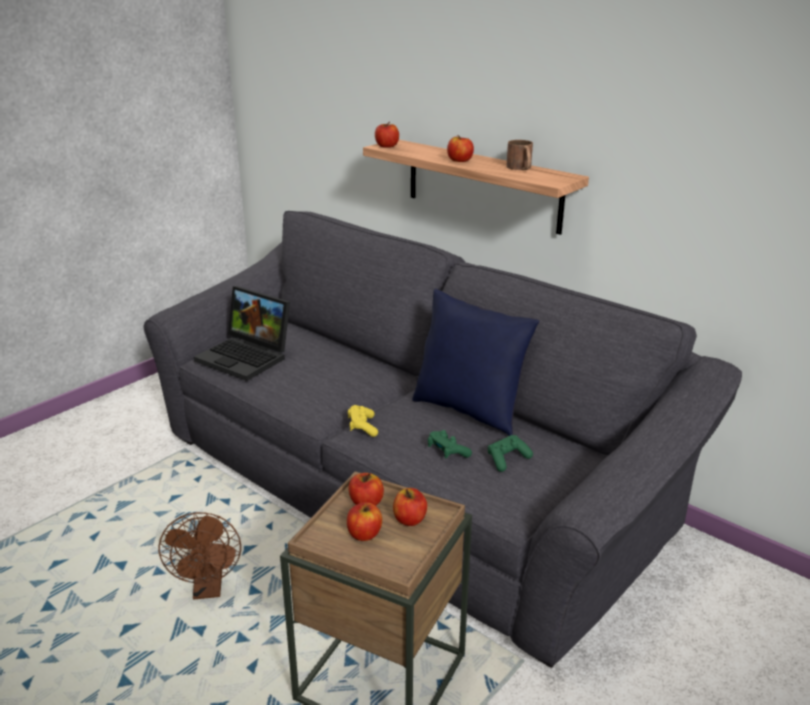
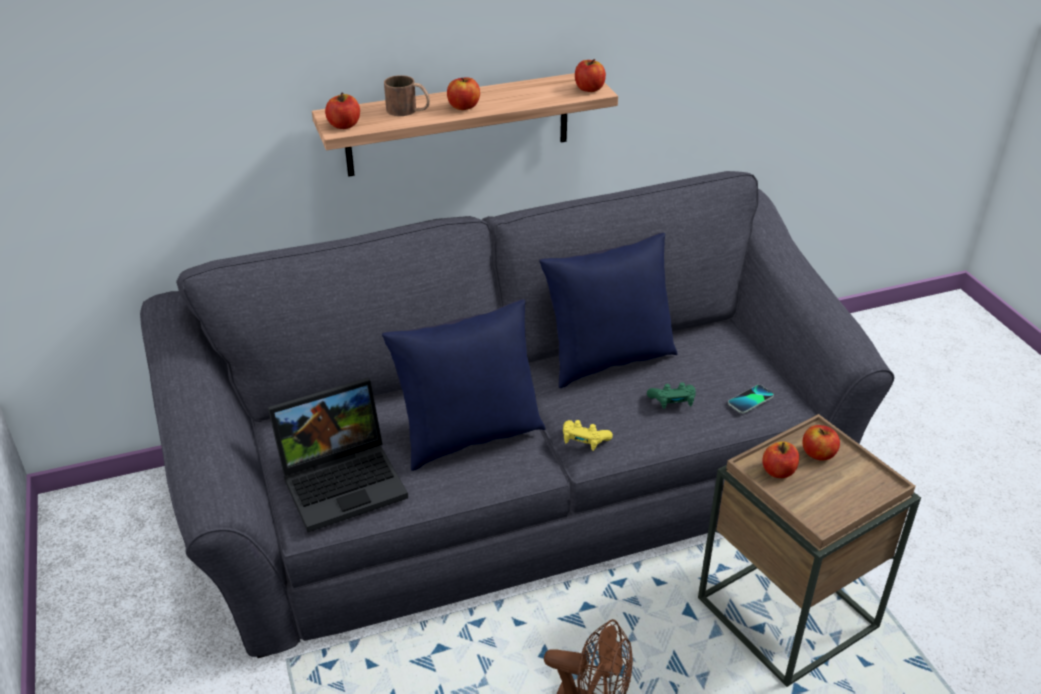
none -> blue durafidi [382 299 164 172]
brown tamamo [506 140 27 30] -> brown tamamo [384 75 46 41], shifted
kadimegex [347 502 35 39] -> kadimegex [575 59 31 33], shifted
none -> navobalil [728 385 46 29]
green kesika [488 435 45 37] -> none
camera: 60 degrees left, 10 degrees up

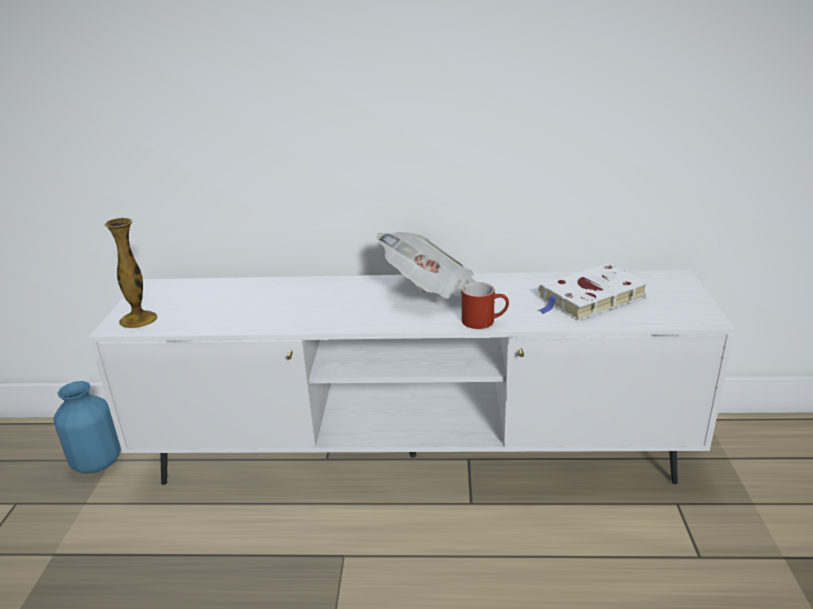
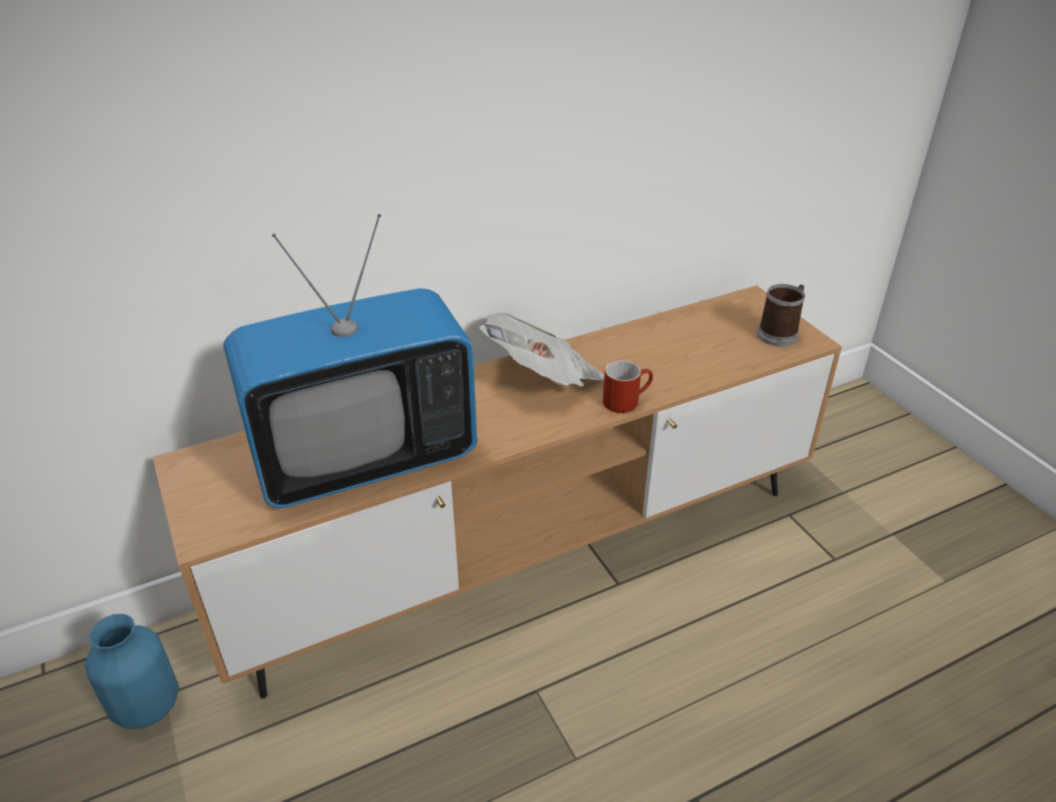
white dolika [89 270 646 215] -> brown dolika [153 285 689 414]
none -> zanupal [223 214 254 294]
none -> tamamo [757 284 48 63]
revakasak [105 218 52 110] -> none
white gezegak [537 263 112 58] -> none
camera: 30 degrees left, 10 degrees up

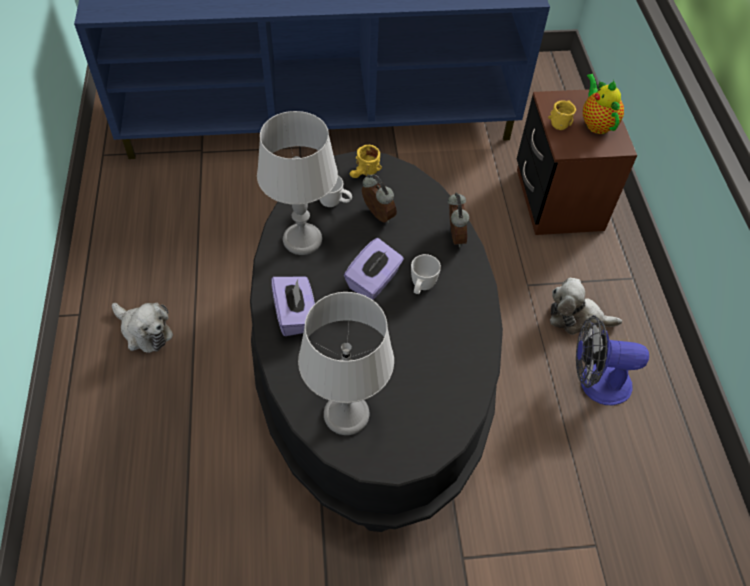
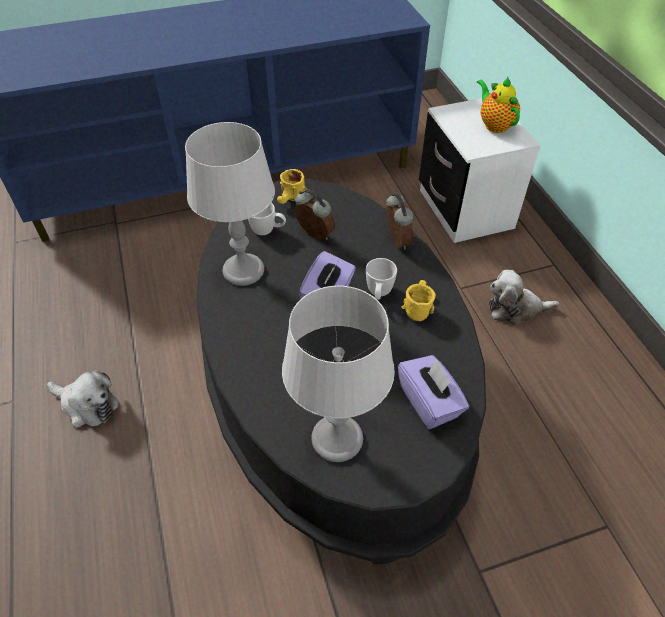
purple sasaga [271 277 44 59] -> purple sasaga [398 355 71 74], shifted
yellow tamamo [548 101 28 29] -> yellow tamamo [401 280 35 41], shifted
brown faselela [517 89 120 146] -> white faselela [419 98 122 145]
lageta [576 315 73 91] -> none
camera: 10 degrees left, 5 degrees down

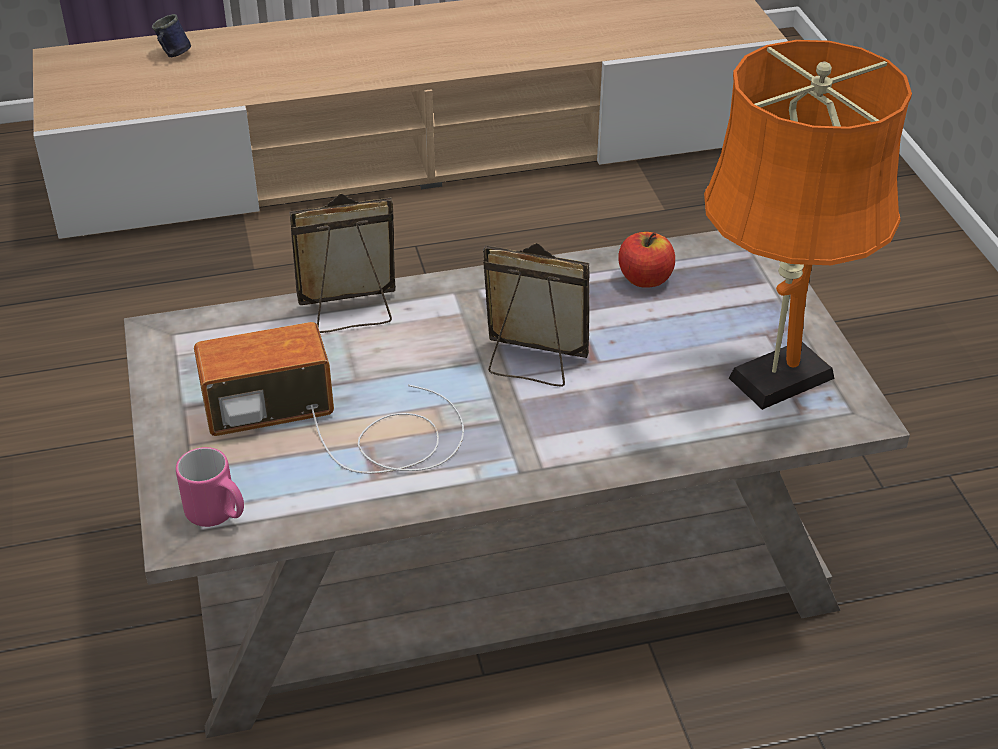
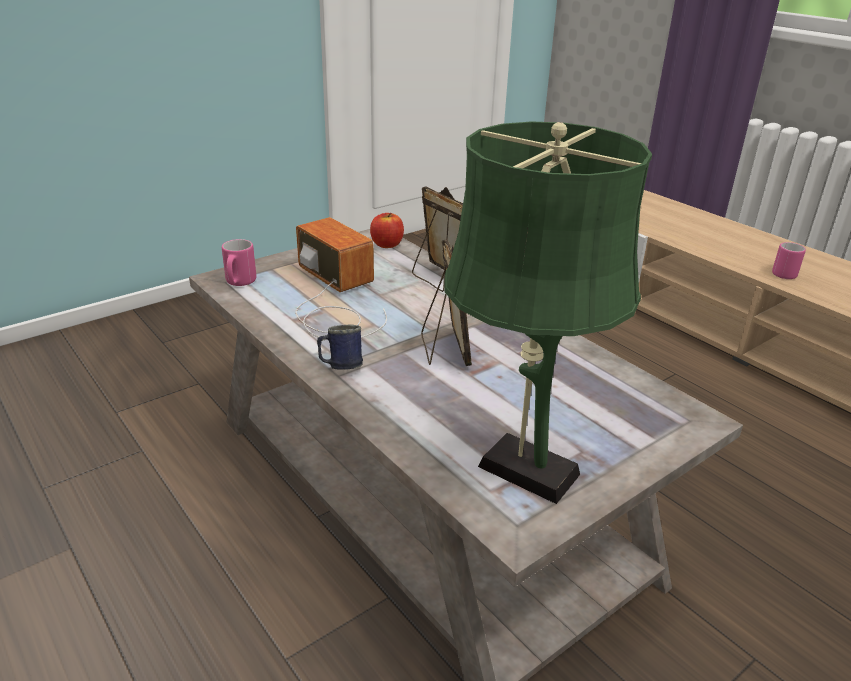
blue tamamo [152 14 39 43] -> blue tamamo [317 324 46 46], shifted
kadimegex [618 232 57 56] -> kadimegex [370 213 34 35], shifted
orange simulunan [704 40 208 370] -> green simulunan [444 121 208 383]
none -> pink tamamo [772 242 34 37]
camera: 65 degrees right, 10 degrees down

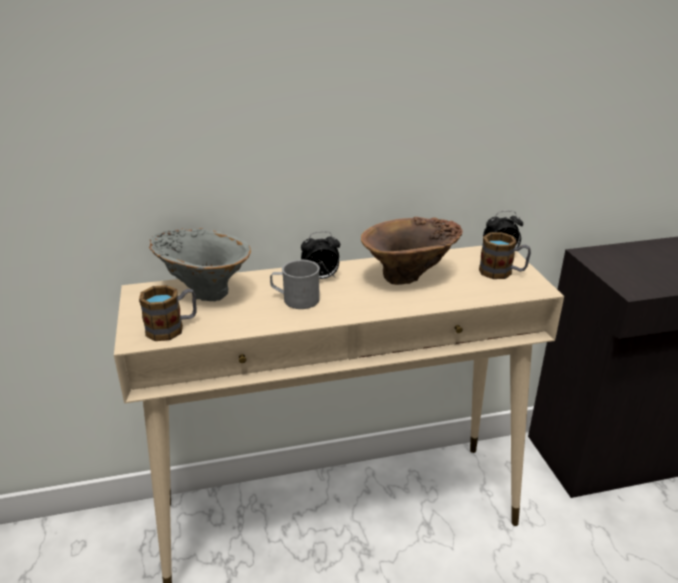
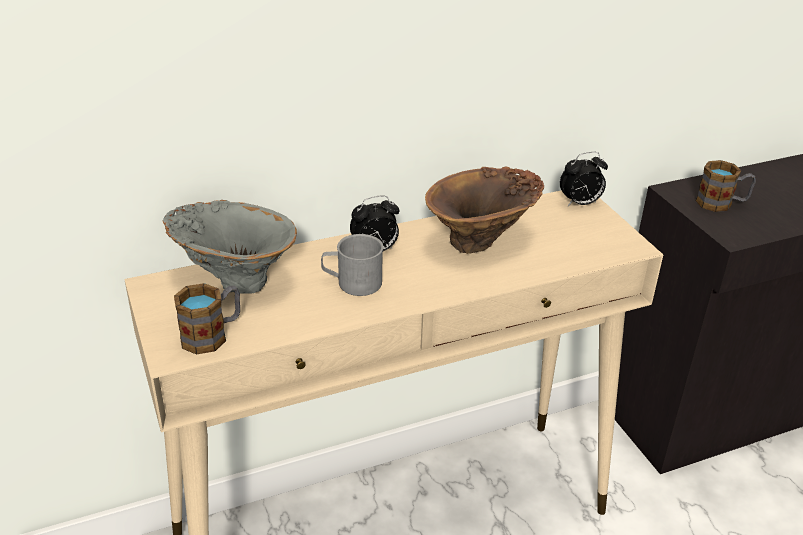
tamamo [479 232 52 47] -> tamamo [696 160 60 52], shifted
camera: 10 degrees left, 5 degrees up

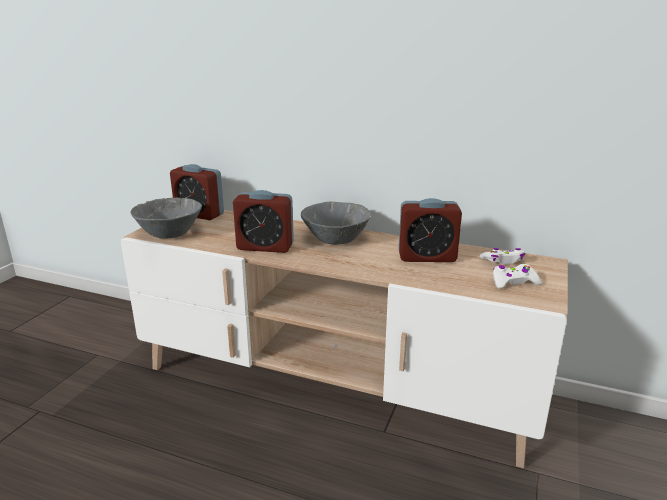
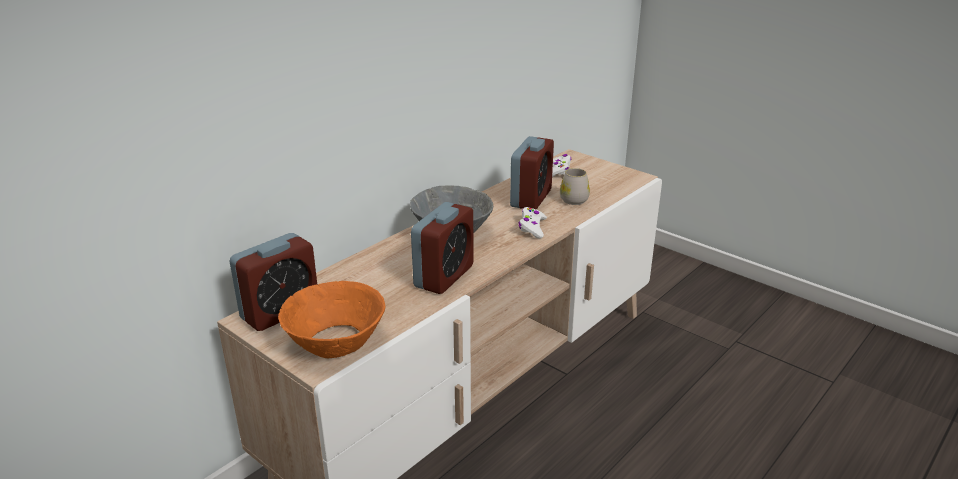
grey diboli [130 198 72 41] -> orange diboli [278 281 108 77]
white kesika [493 264 48 25] -> white kesika [518 207 29 32], shifted
none -> white tamamo [560 168 30 37]
camera: 70 degrees left, 5 degrees up

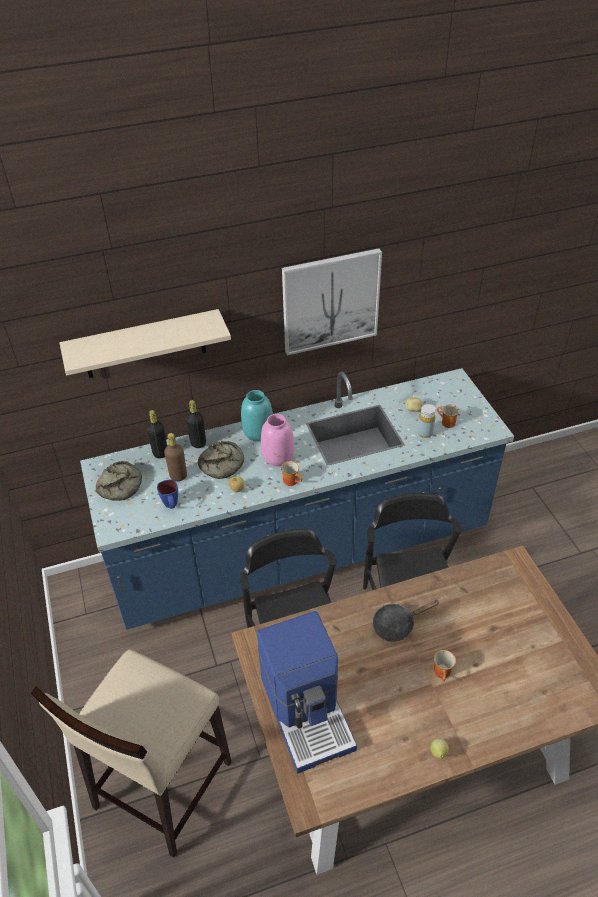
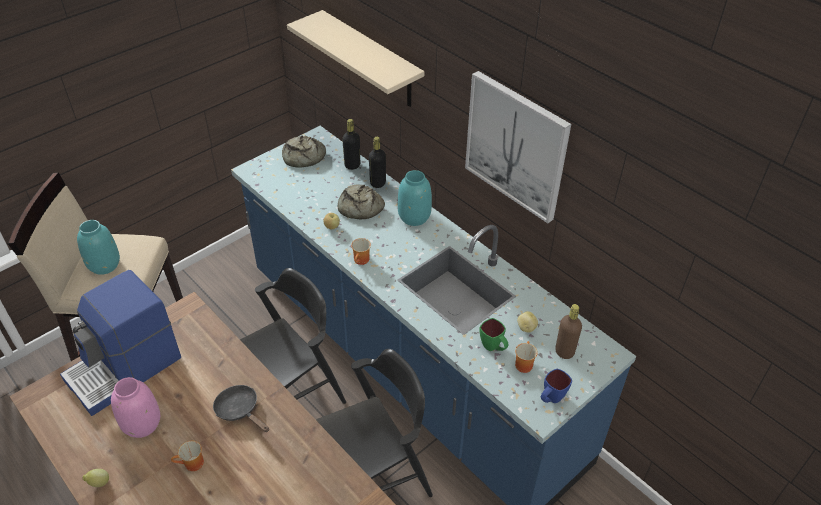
none -> turquoise revakasak [77 220 43 55]
pink revakasak [261 414 33 53] -> pink revakasak [111 377 49 61], shifted
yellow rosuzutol [418 404 18 34] -> green tamamo [480 318 29 33]
blue tamamo [157 479 21 30] -> blue tamamo [541 369 31 34], shifted
brown rosuzutol [164 433 23 48] -> brown rosuzutol [555 304 27 55], shifted
camera: 65 degrees right, 0 degrees up

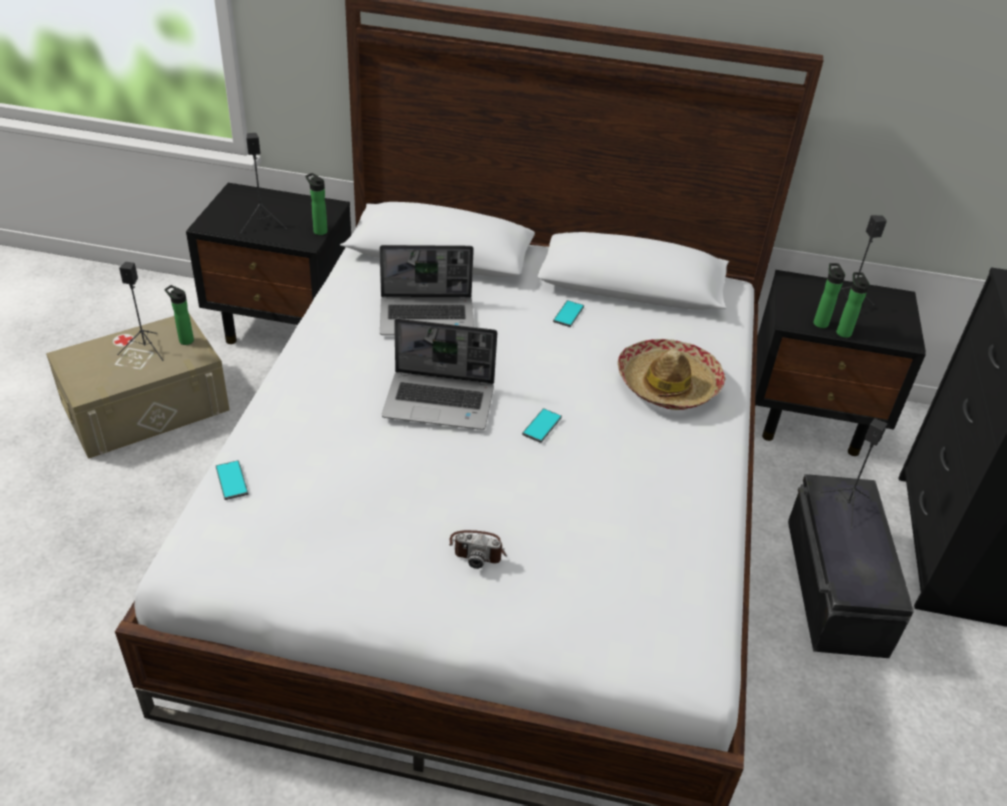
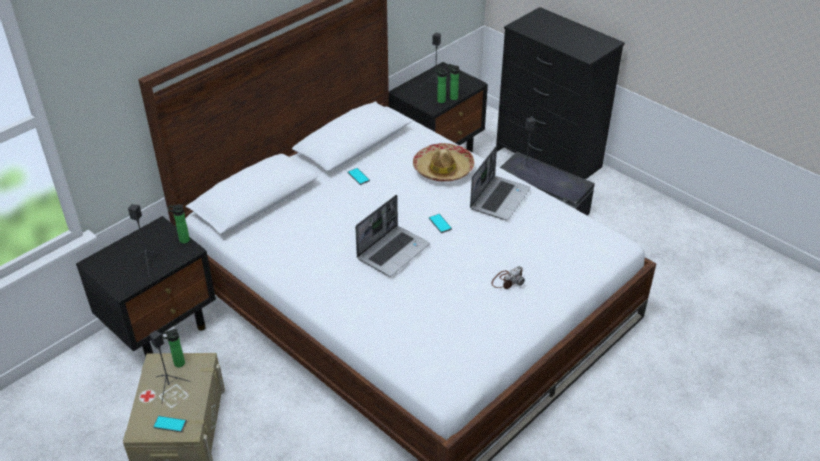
navobalil [216 460 32 40] -> navobalil [153 416 34 16], shifted
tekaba [380 245 94 90] -> tekaba [470 146 60 74], shifted
camera: 55 degrees left, 0 degrees up

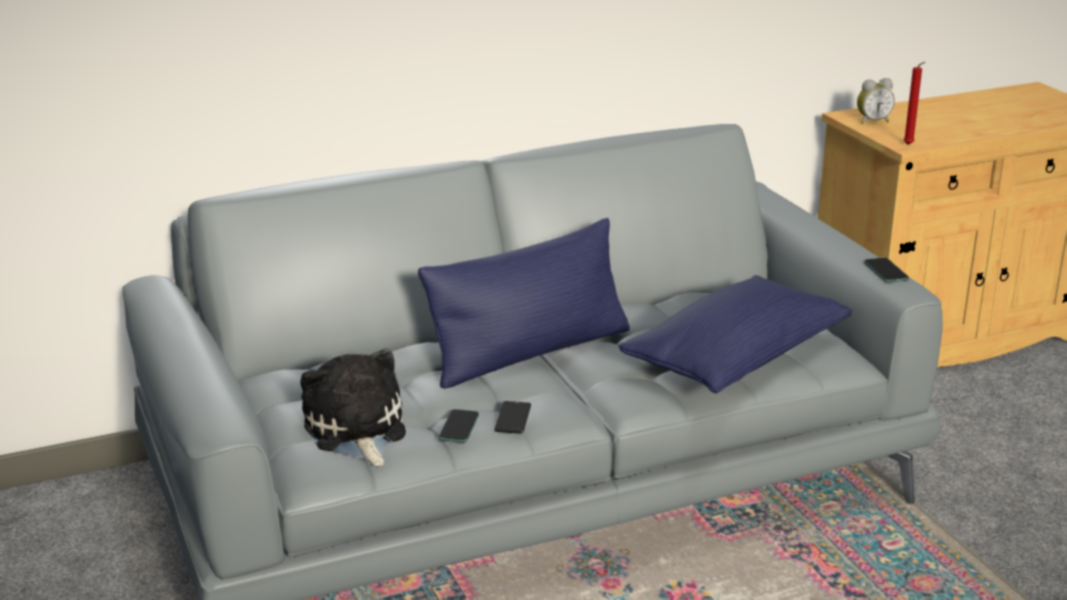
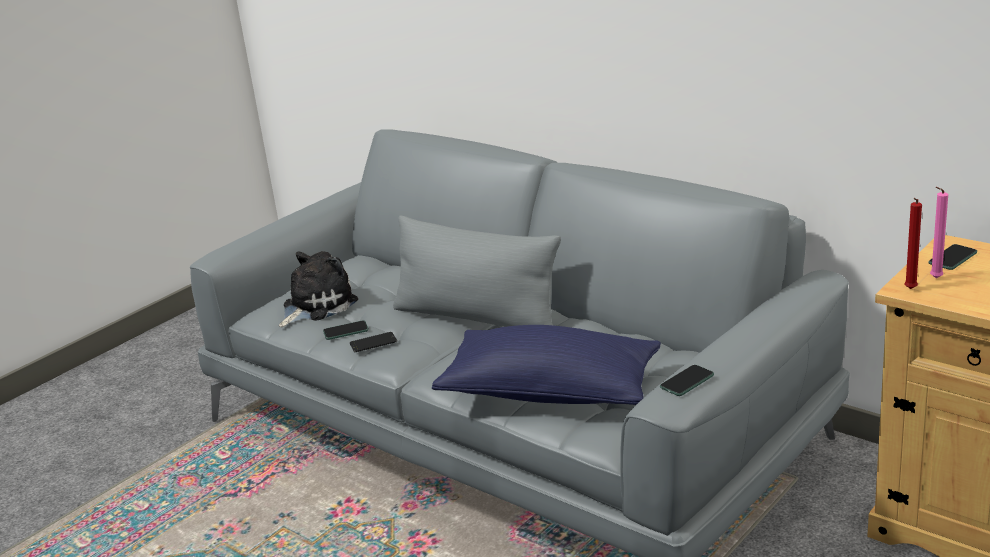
blue durafidi [418 218 212 171] -> grey durafidi [393 215 168 112]
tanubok [857 78 38 47] -> navobalil [928 244 49 26]
none -> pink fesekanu [930 187 18 91]
camera: 65 degrees right, 0 degrees up

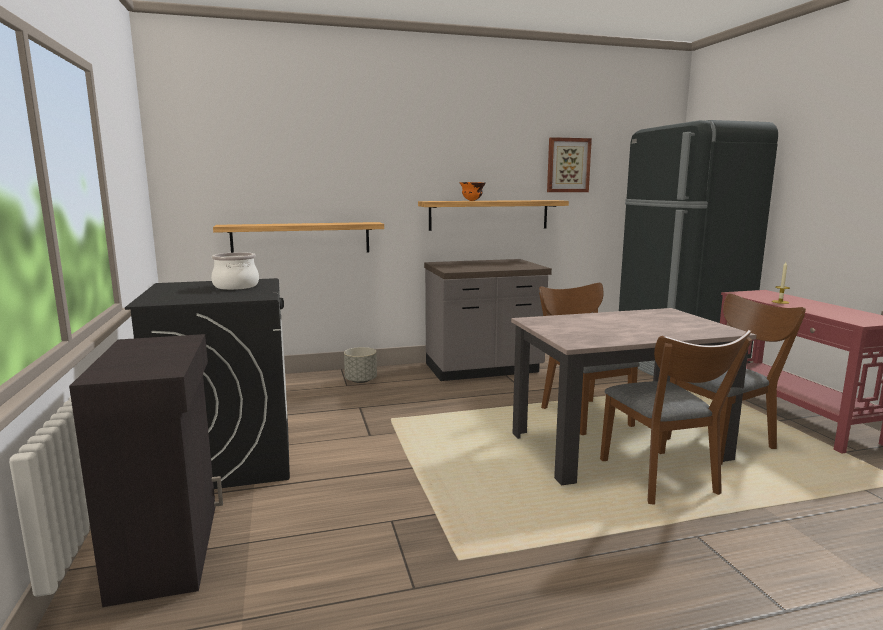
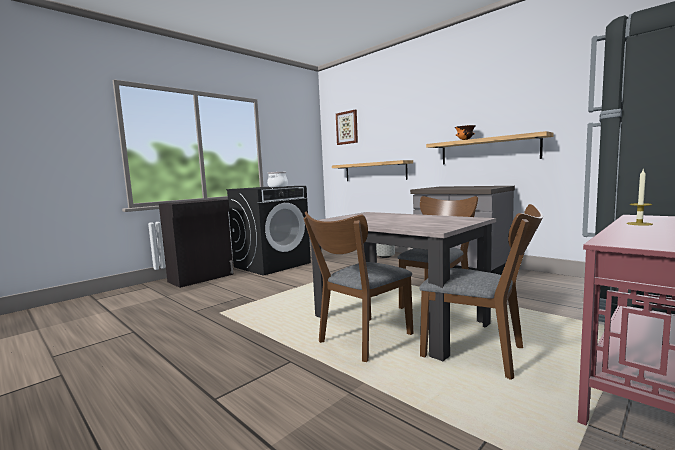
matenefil [547 137 45 55] -> matenefil [336 110 22 35], shifted
camera: 60 degrees right, 5 degrees down

